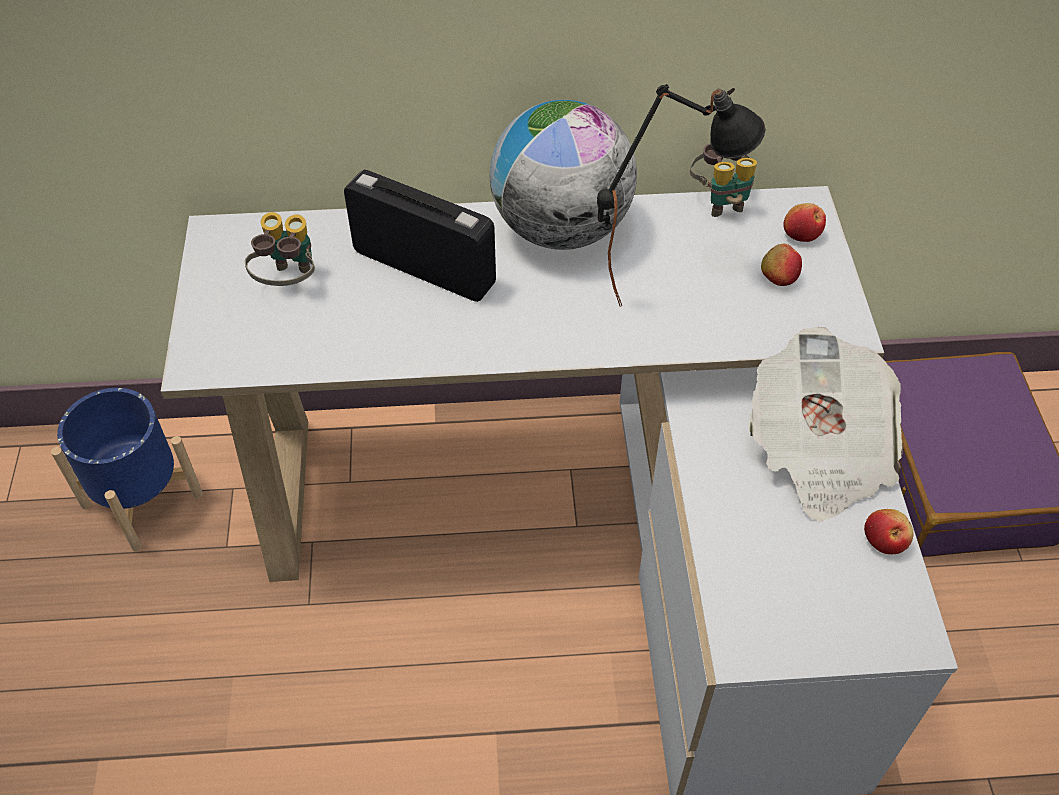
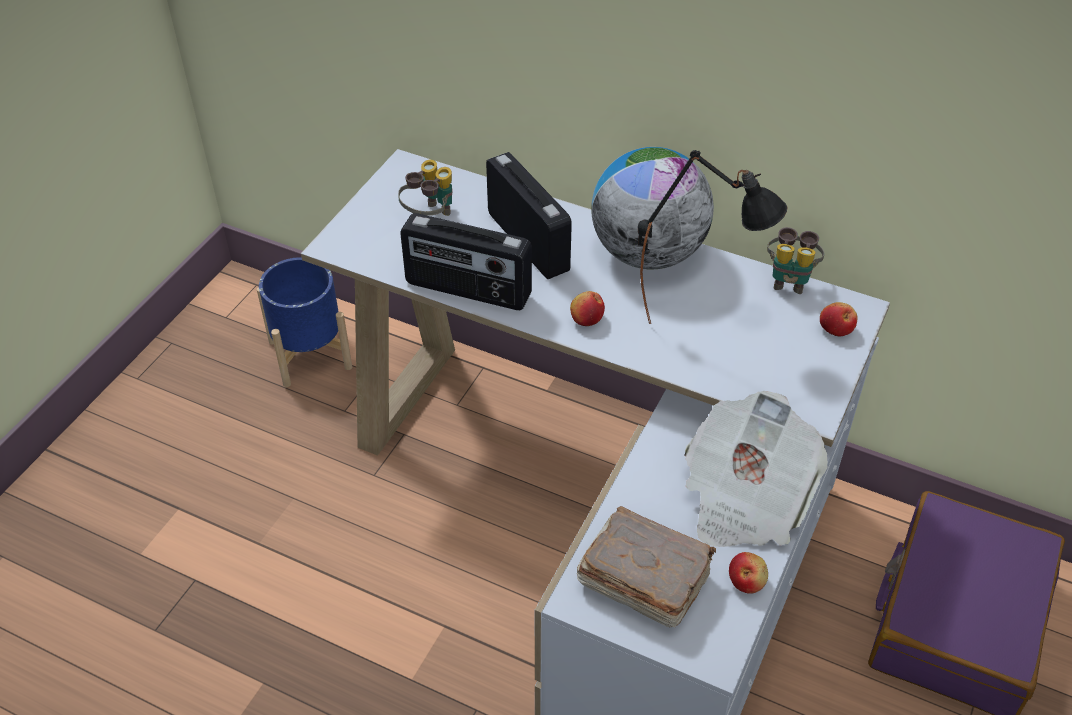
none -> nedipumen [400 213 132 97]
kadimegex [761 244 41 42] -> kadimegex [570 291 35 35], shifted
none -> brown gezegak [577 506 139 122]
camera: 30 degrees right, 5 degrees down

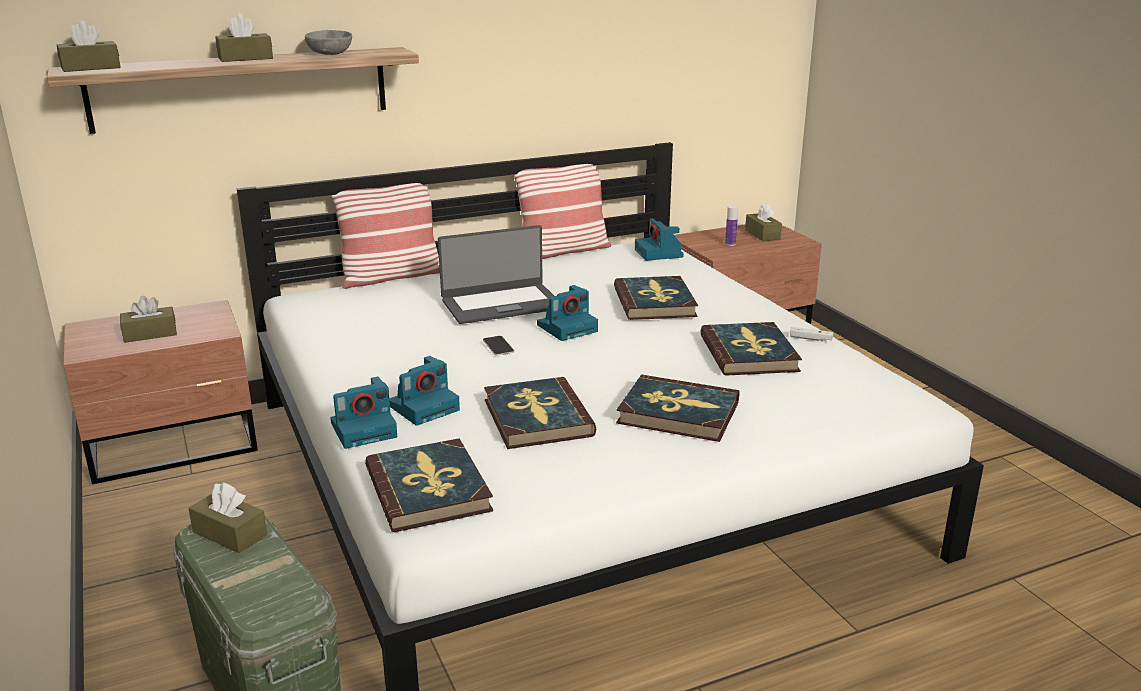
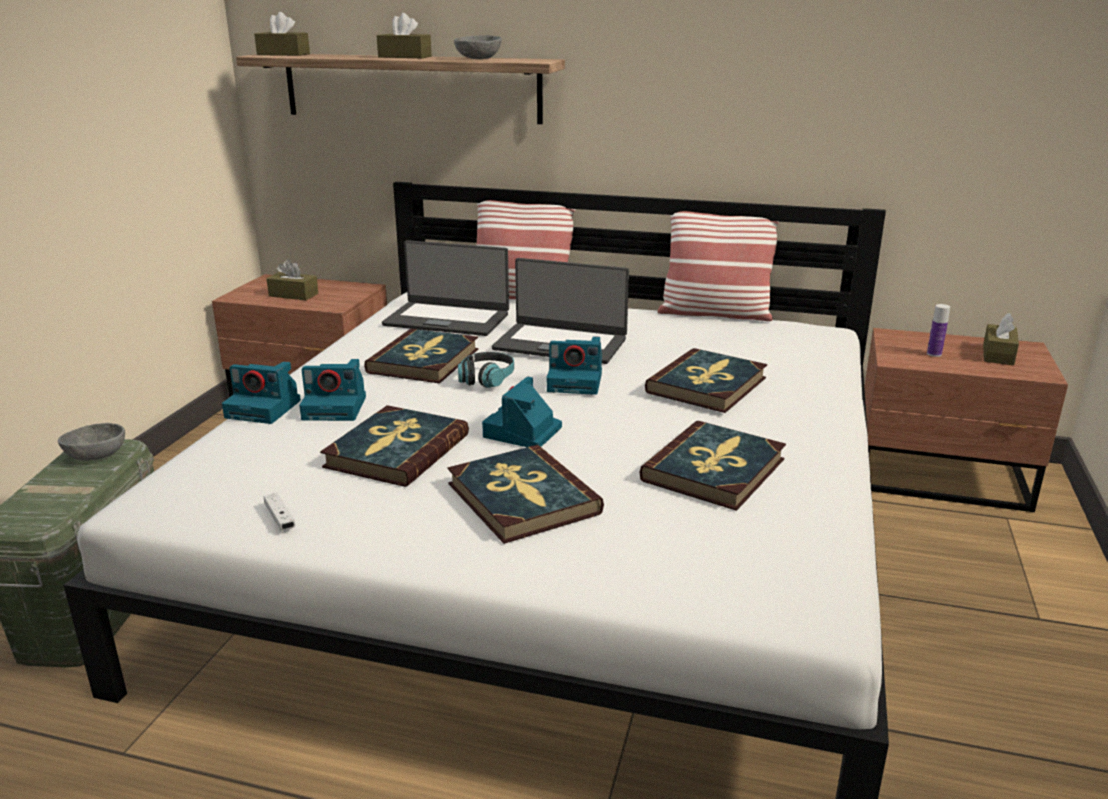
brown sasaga [188 482 79 72] -> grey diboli [58 423 67 38]
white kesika [790 327 44 14] -> white kesika [264 493 32 37], shifted
gezegak [365 438 128 94] -> gezegak [364 329 114 54], shifted
none -> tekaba [382 240 127 96]
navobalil [483 336 31 20] -> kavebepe [458 352 56 36]
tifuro [635 218 49 43] -> tifuro [482 377 80 70], shifted
camera: 40 degrees right, 0 degrees up

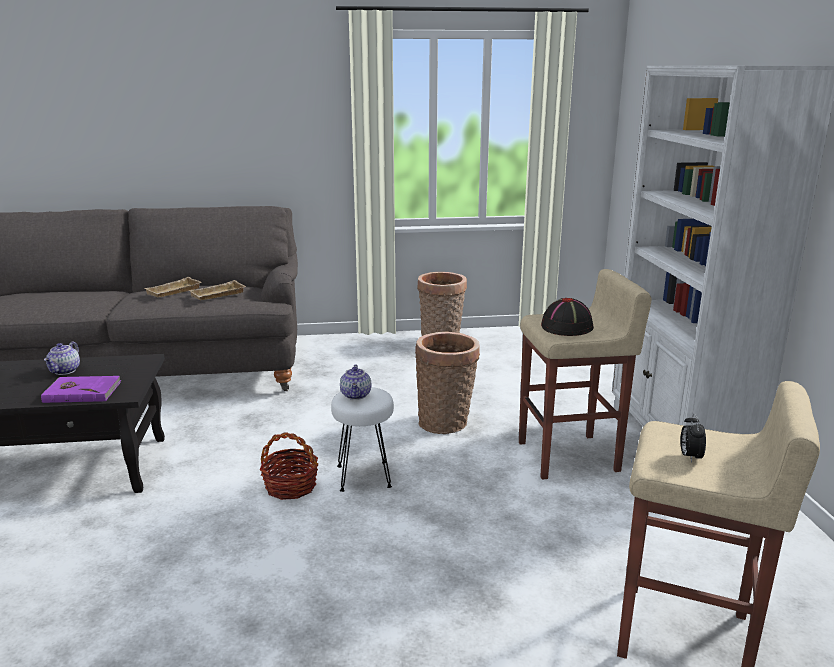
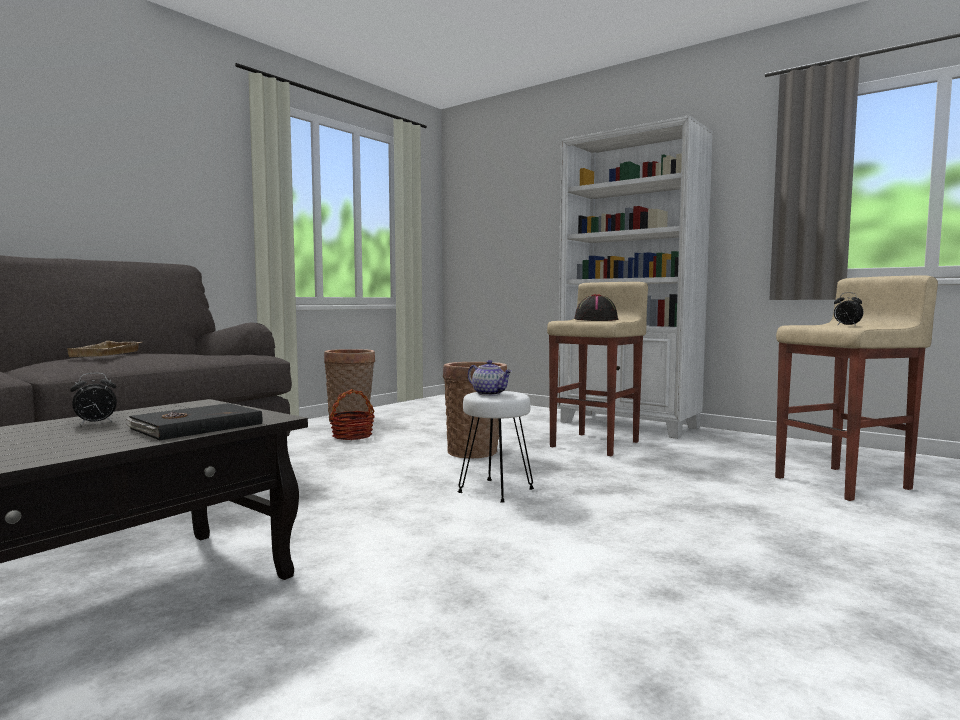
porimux [44 341 36 34] -> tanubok [70 373 47 53]
purple gezegak [41 376 81 27] -> black gezegak [125 403 137 37]
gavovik [260 432 59 68] -> gavovik [329 389 46 51], shifted
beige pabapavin [189 280 57 20] -> none
camera: 45 degrees left, 15 degrees down

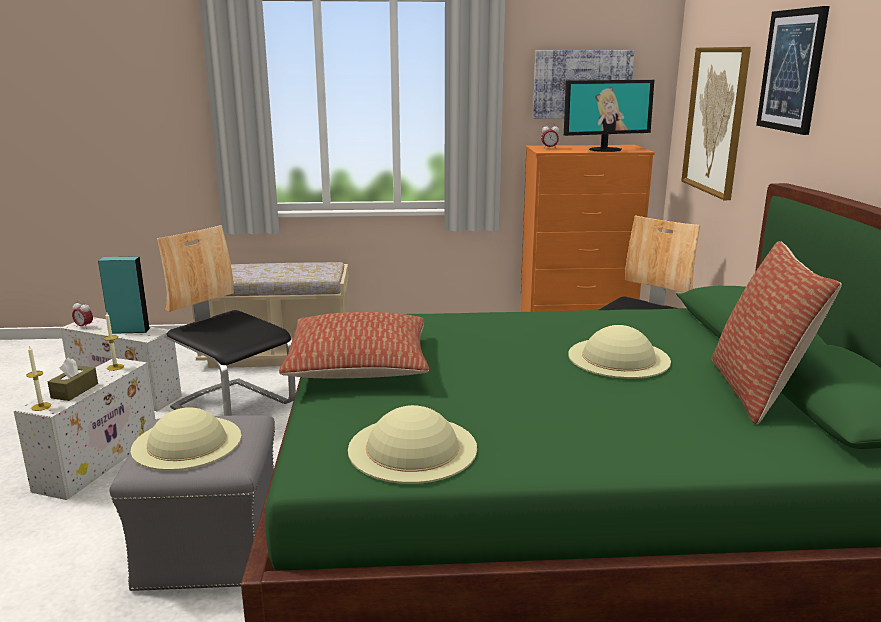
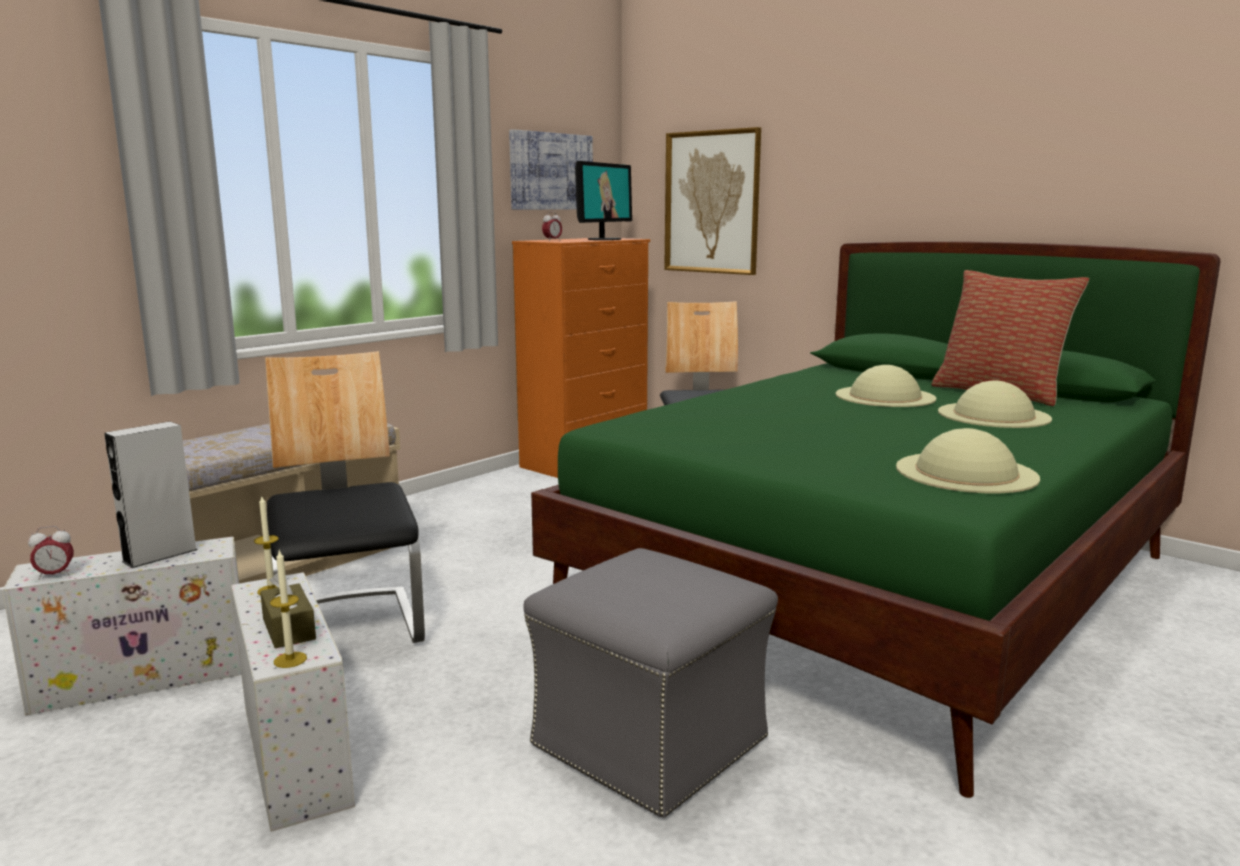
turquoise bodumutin [98 256 52 78] -> grey bodumutin [104 422 93 146]
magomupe [157 225 139 191] -> magomupe [265 351 160 292], 75 degrees clockwise
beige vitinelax [131 407 111 64] -> beige vitinelax [938 380 114 48], shifted
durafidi [279 312 150 66] -> none
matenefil [756 6 74 129] -> none
camera: 45 degrees left, 5 degrees down

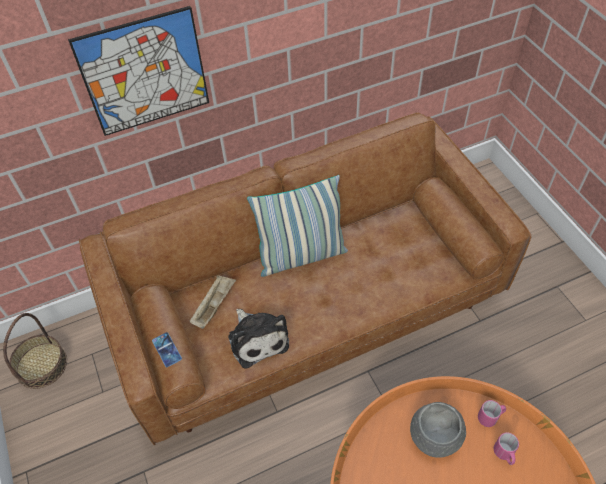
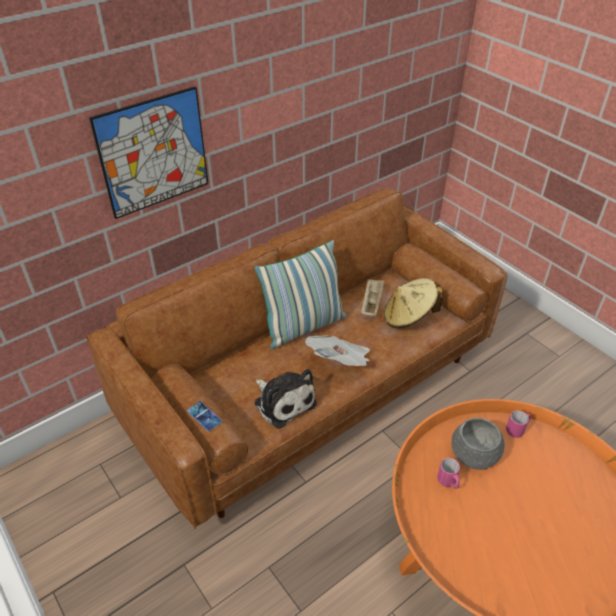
none -> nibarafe [305 336 65 30]
beige pabapavin [189 275 47 54] -> beige pabapavin [361 279 24 37], shifted
none -> beige vitinelax [384 278 59 50]
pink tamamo [494 432 25 33] -> pink tamamo [437 458 23 31], shifted
gavovik [3 313 64 76] -> none
camera: 15 degrees left, 10 degrees down

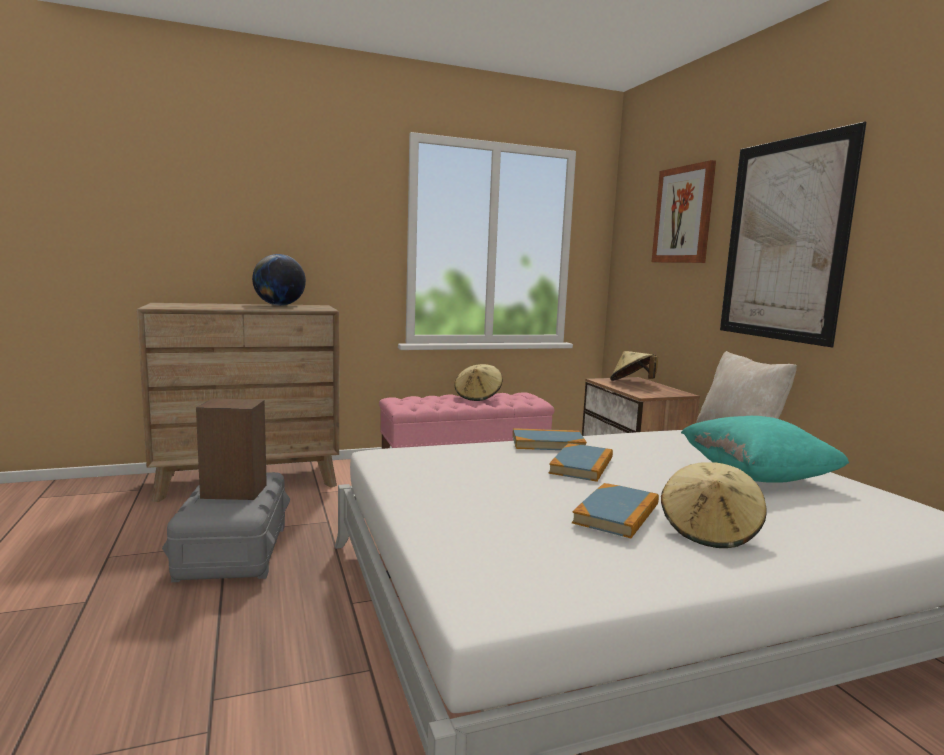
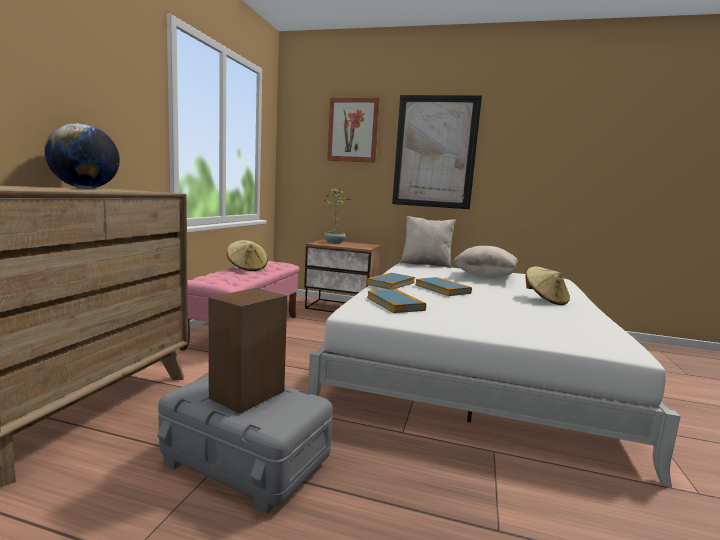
beige vitinelax [610 351 48 30] -> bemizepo [324 188 28 56]
gezegak [572 483 87 55] -> gezegak [367 289 59 24], shifted
turquoise durafidi [681 416 168 67] -> beige durafidi [453 246 65 33]
camera: 55 degrees left, 0 degrees up

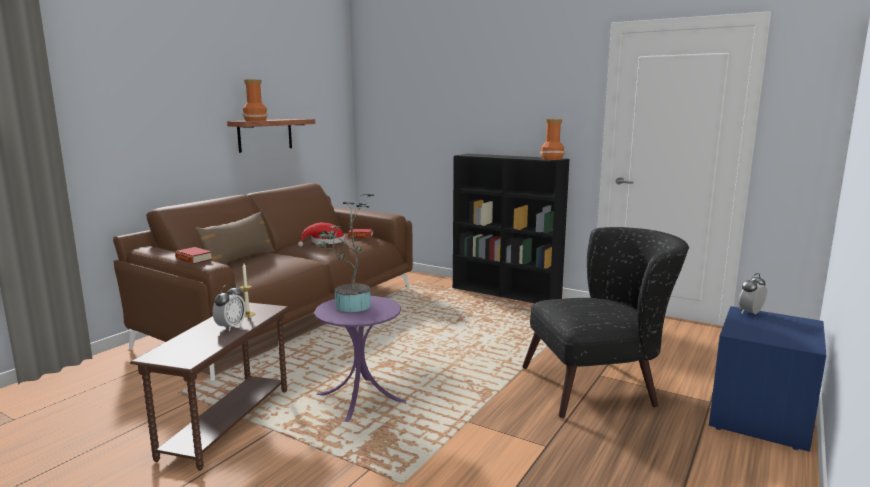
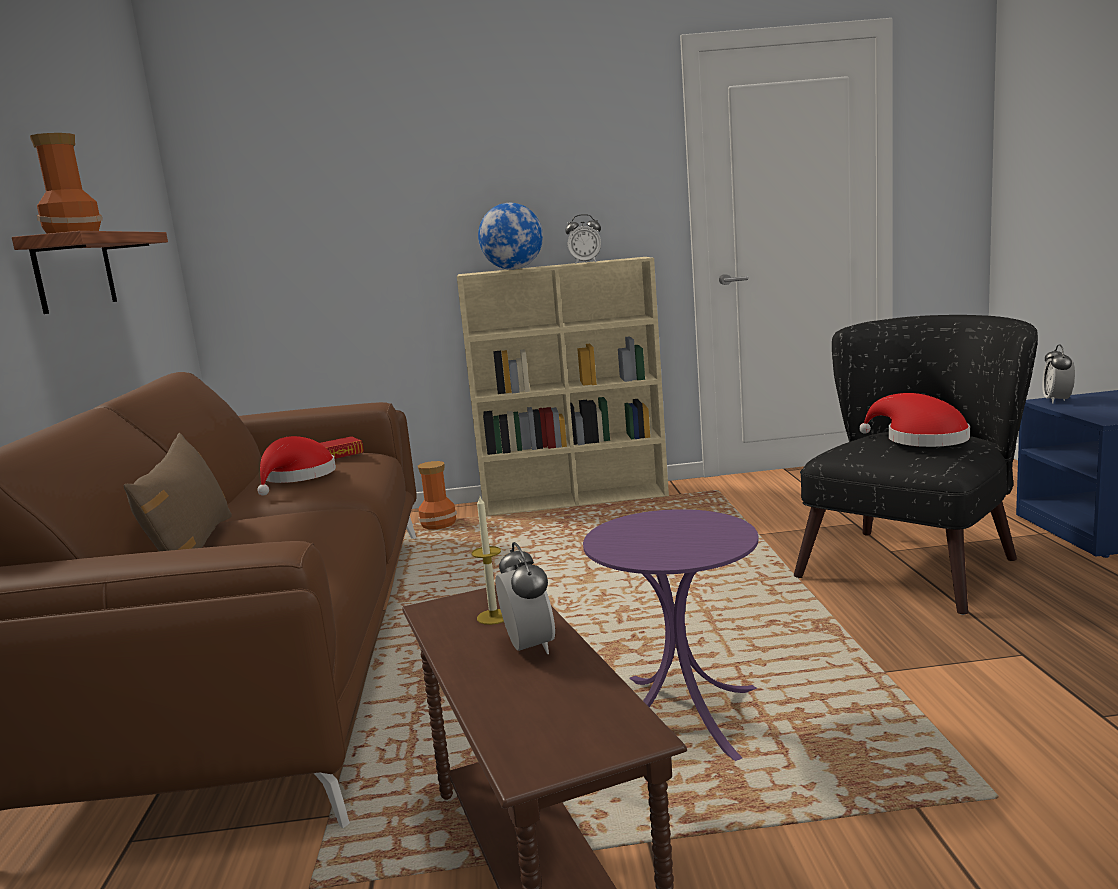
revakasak [540 119 24 41] -> revakasak [418 461 39 68], shifted
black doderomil [453 154 117 149] -> beige doderomil [457 257 212 259]
none -> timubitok [478 203 65 67]
none -> tanubok [565 214 36 50]
none -> red vitinelax [859 393 111 54]
gezegak [175 247 37 17] -> none
bemizepo [315 194 59 118] -> none
camera: 35 degrees left, 0 degrees up

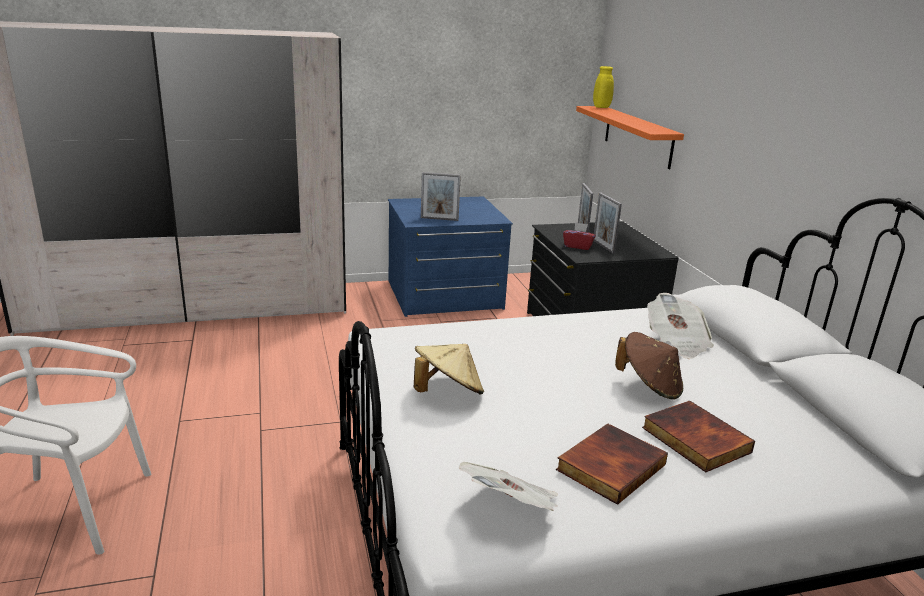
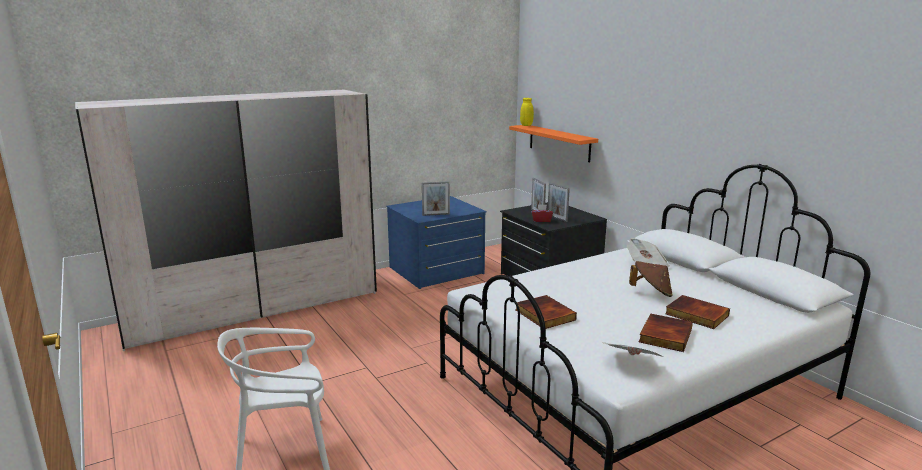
beige vitinelax [414 344 70 51] -> gezegak [515 295 62 34]
camera: 15 degrees left, 5 degrees down

